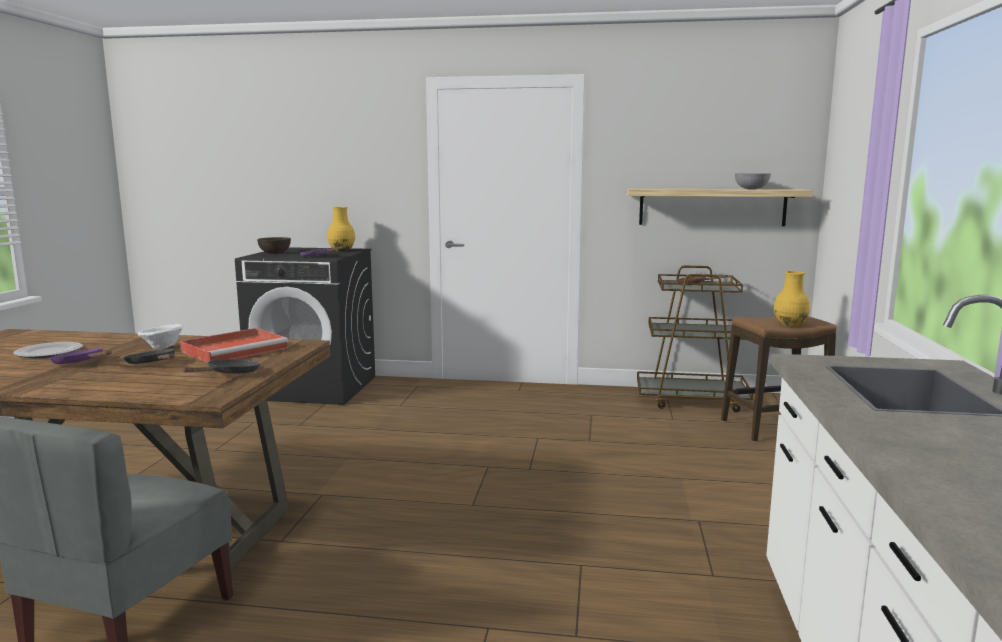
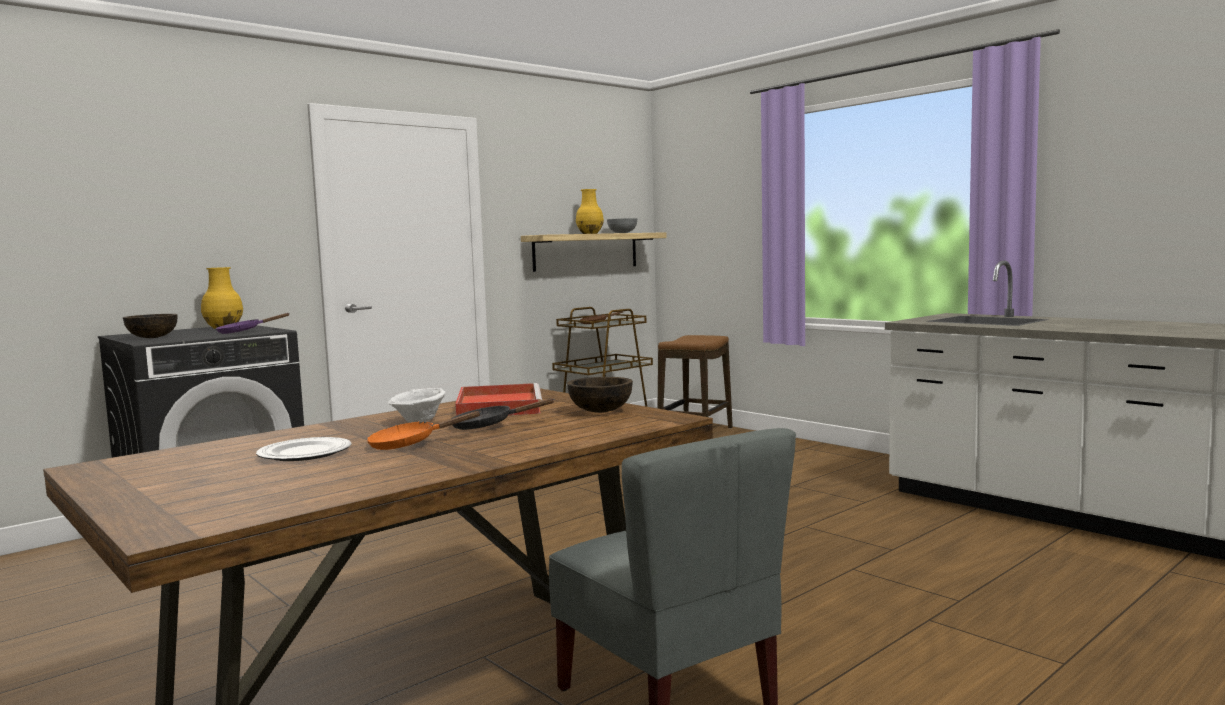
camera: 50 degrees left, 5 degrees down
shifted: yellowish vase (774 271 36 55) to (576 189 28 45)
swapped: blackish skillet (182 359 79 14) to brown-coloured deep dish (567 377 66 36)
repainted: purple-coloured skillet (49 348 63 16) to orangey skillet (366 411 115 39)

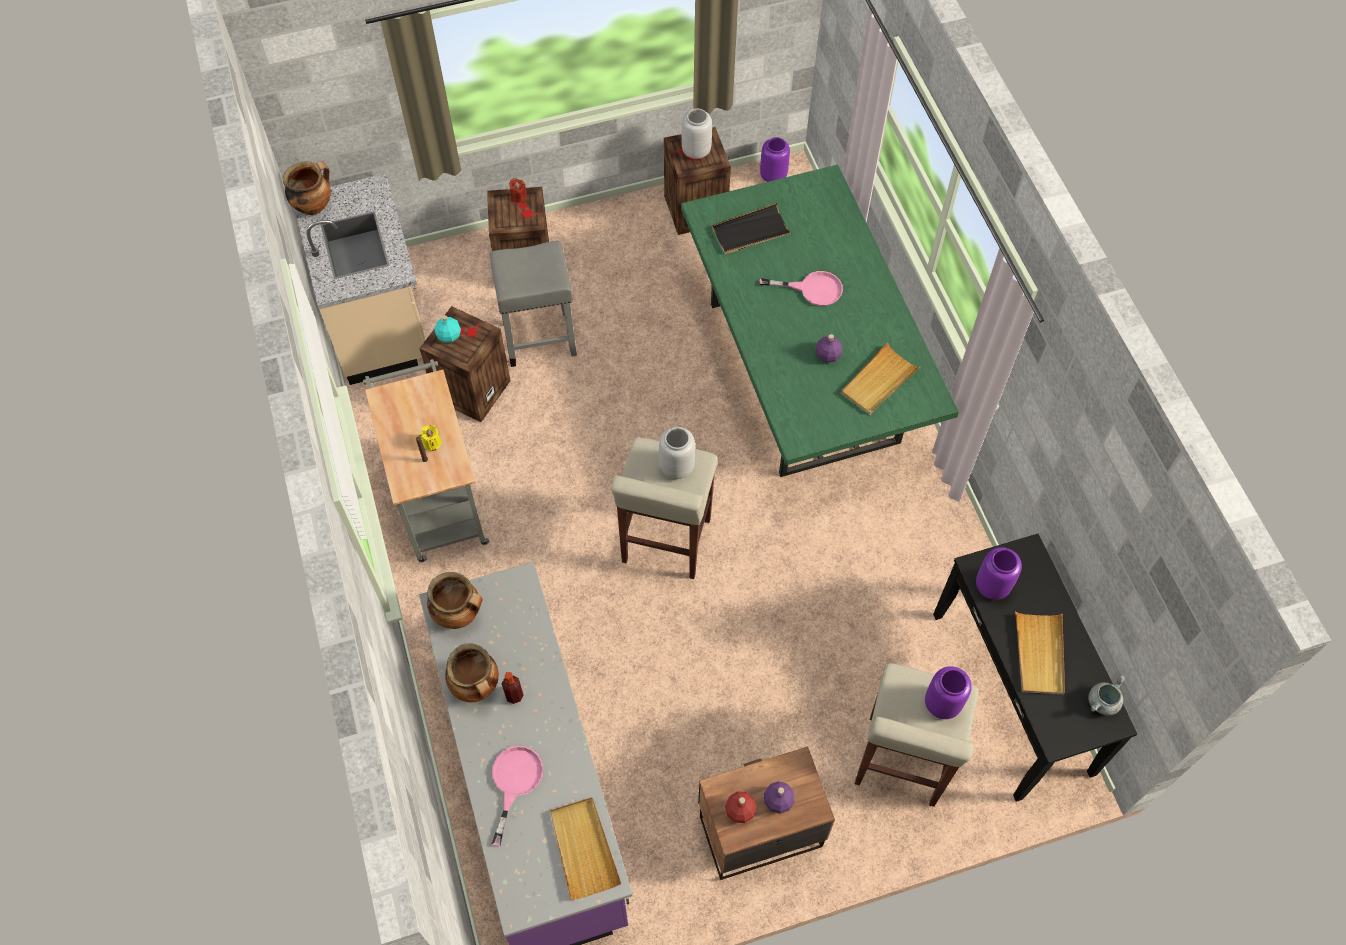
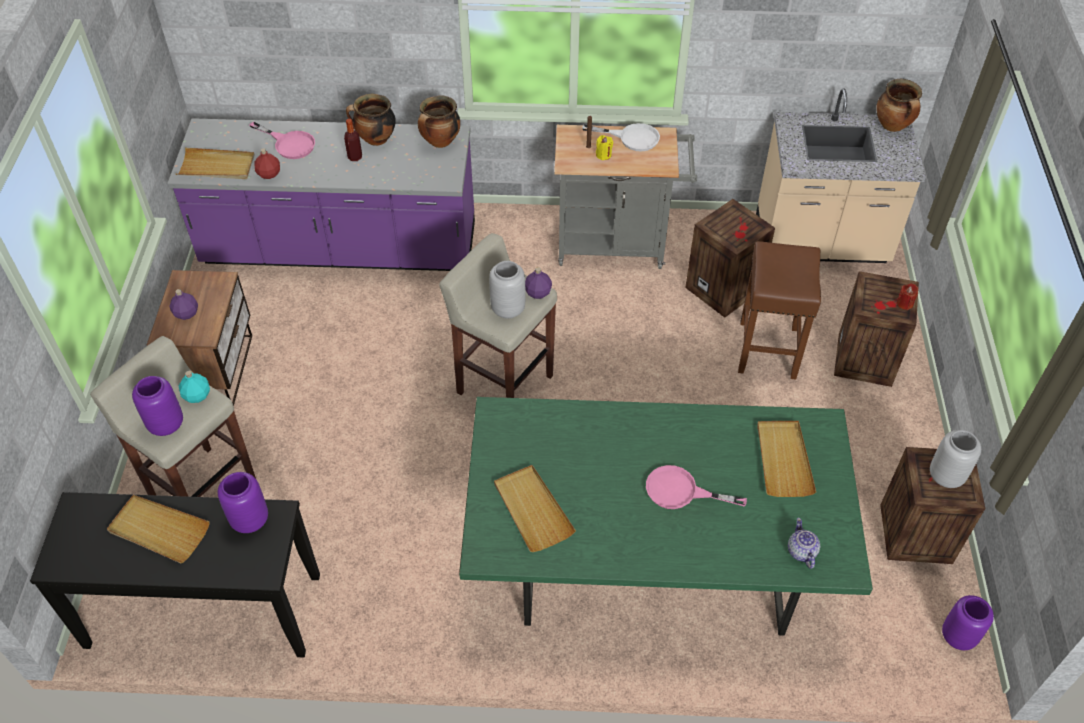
camera: 110 degrees right, 10 degrees down
gone: greyish stockpot (1088 675 37 40)
new: white-coloured skillet (582 123 78 29); pot for tea (788 518 32 51)
shifted: blue-green bottle (434 315 27 28) to (179 371 31 32); purple-coloured bottle (816 334 27 28) to (525 267 27 32); red bottle (725 791 32 32) to (254 148 26 31)
repainted: blackish carrying tray (712 203 80 51) to beige carrying tray (757 421 59 76); greyish stool seat (490 241 87 126) to brown-coloured stool seat (738 241 83 138)
rotated: pink-coloured skillet (760 271 83 35) = (646 465 101 44) 75 degrees clockwise

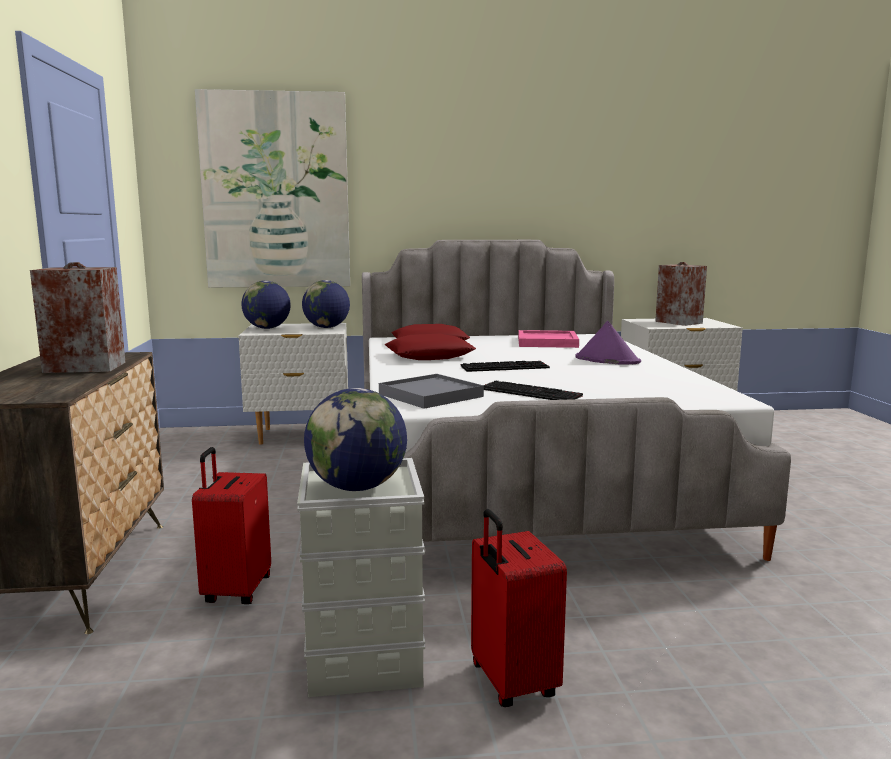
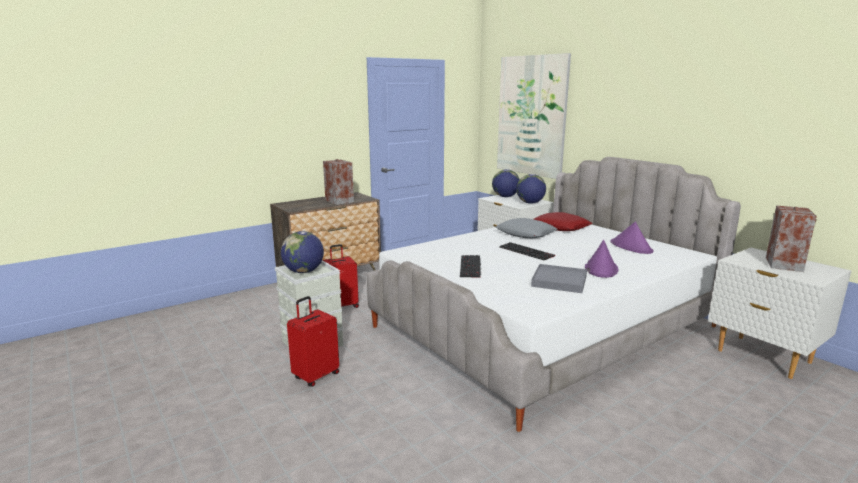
camera: 60 degrees right, 5 degrees up
shifted: greyish carrying tray (379 374 105 35) to (531 264 56 29)
swapped: pink-coloured carrying tray (518 330 61 18) to purple-coloured hat (610 222 43 32)
repainted: red pillow (385 334 91 26) to greyish pillow (496 218 61 20)

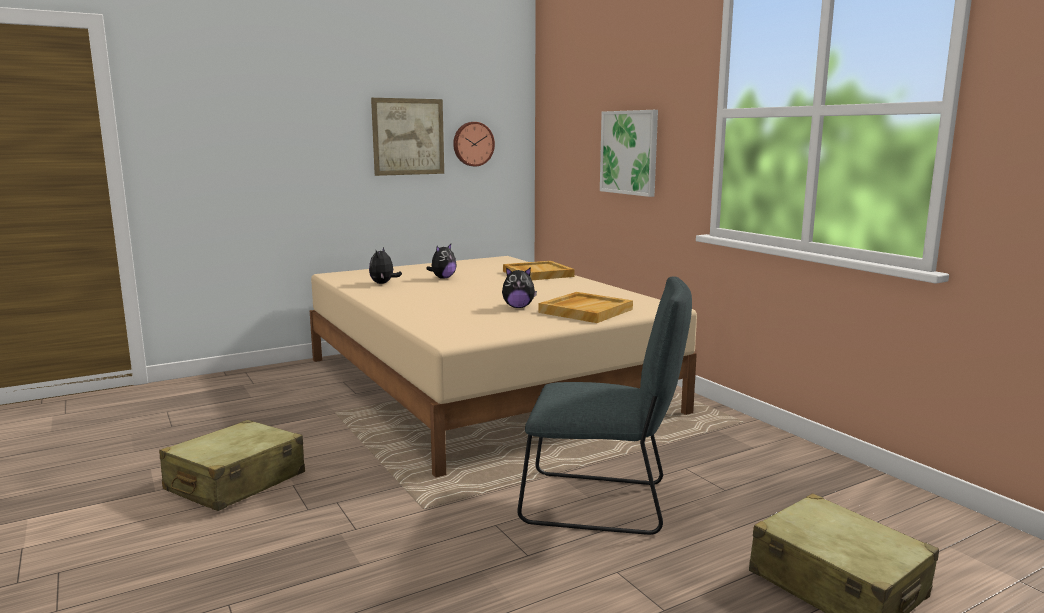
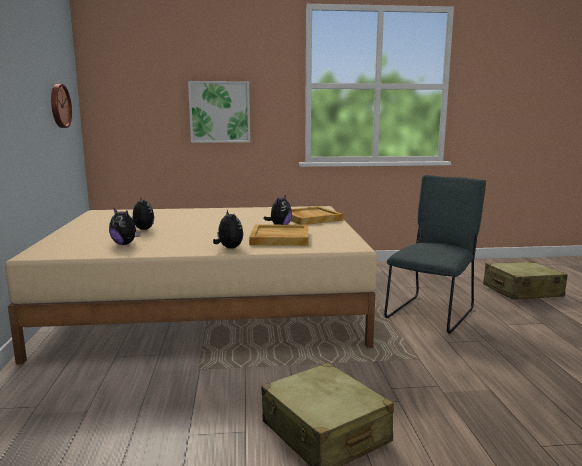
camera: 65 degrees left, 0 degrees up
gone: picture (371 98 73 78)
new: soft toy (213 210 30 38)
shifted: beige carrying tray (503 261 72 19) to (249 224 59 22)

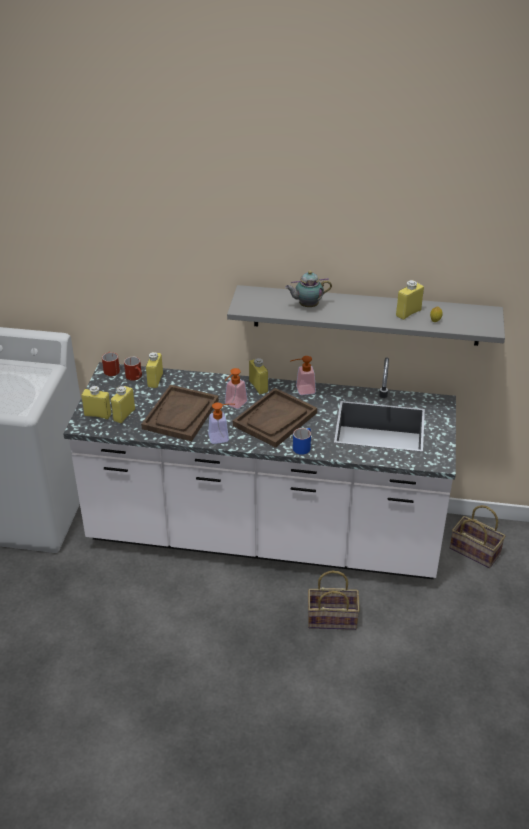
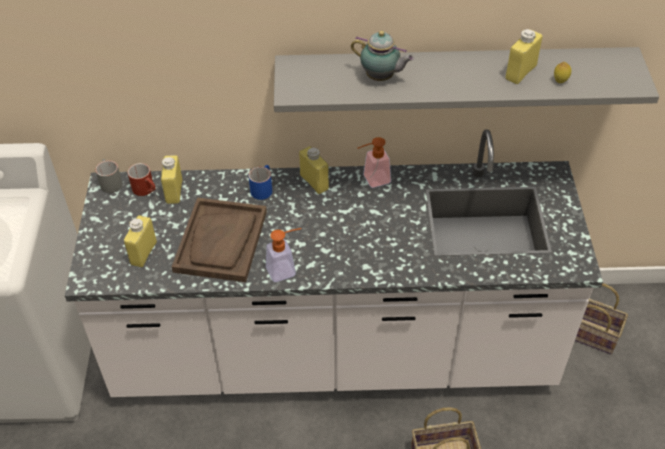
camera: 10 degrees left, 10 degrees up
gone: soap dispenser (225 368 22 41); yellowish bottle (81 386 30 33); brown-coloured carrying tray (233 388 84 60)
shifted: blue coffee mug (293 428 18 27) to (248 165 24 35)
repainted: red coffee mug (102 352 18 24) to greyish coffee mug (95 159 27 34)
rotated: pot for tea (285 271 47 36) = (351 31 63 50) 135 degrees counterclockwise

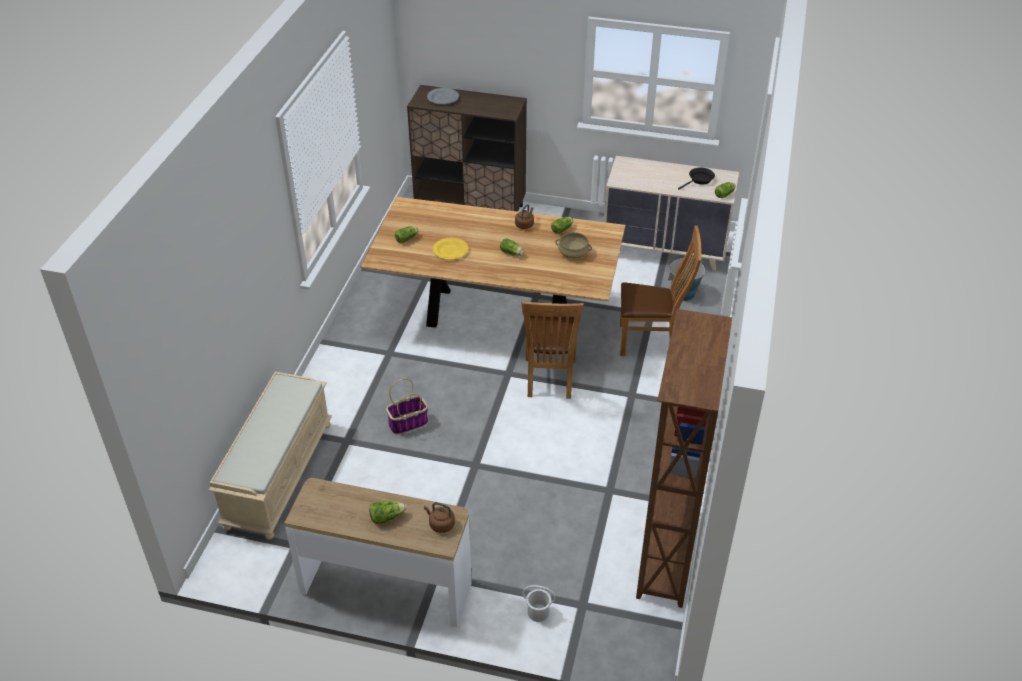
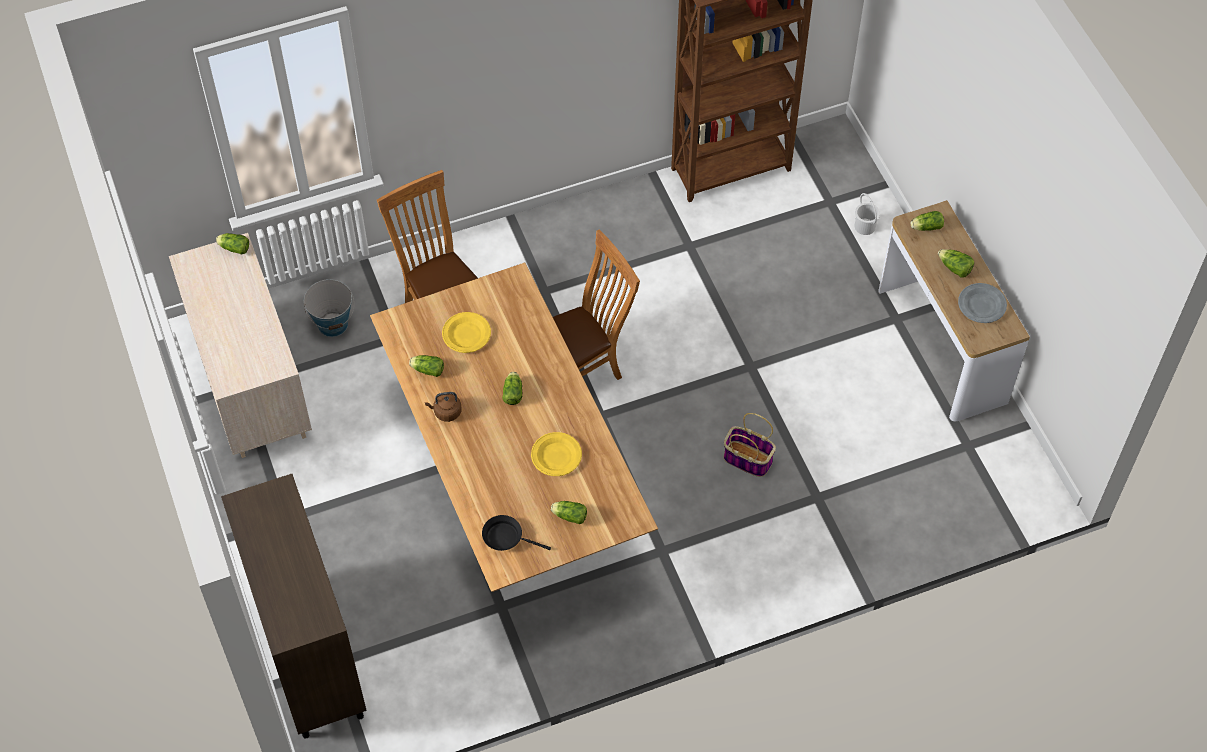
camera: 125 degrees left, 15 degrees up
gone: beige indoor bench (208 372 124 168)
shifted: greyish flat dish (427 88 32 16) to (958 283 49 40); blackish skillet (678 168 37 22) to (482 515 69 36)
swapped: beige stockpot (556 232 36 27) to yellowish flat dish (442 312 49 41); brown-coloured tea kettle (424 502 31 31) to lettuce (910 211 34 20)

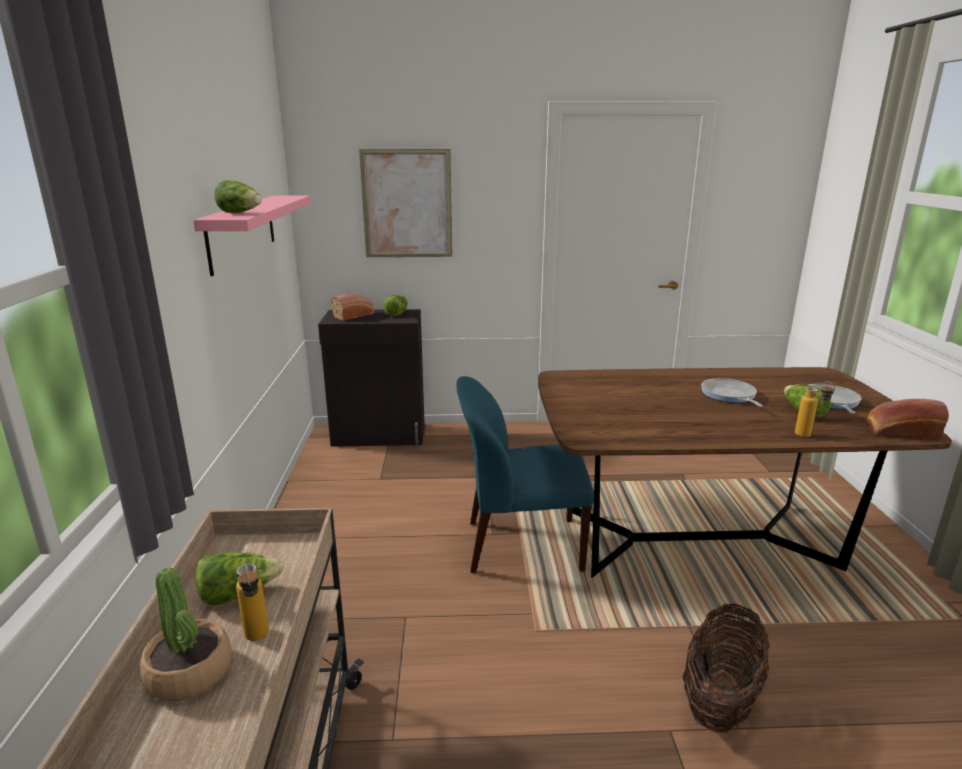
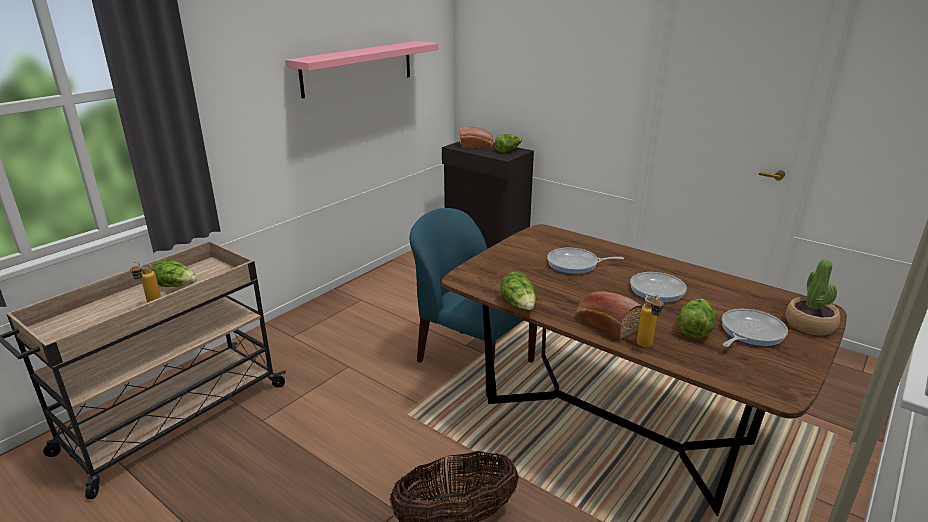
camera: 40 degrees right, 5 degrees up
gone: picture (359 149 93 108)
new: skillet (547 248 77 26)
shifted: lettuce (214 180 48 33) to (500 271 36 39); bread (866 399 83 41) to (576 291 66 49); potted plant (140 567 92 134) to (785 259 55 76)

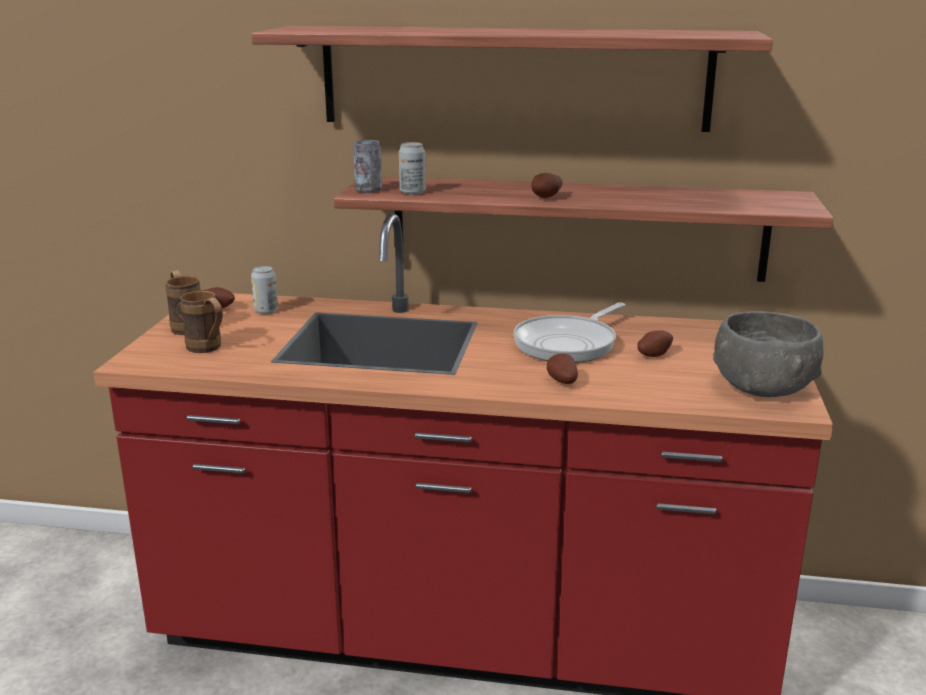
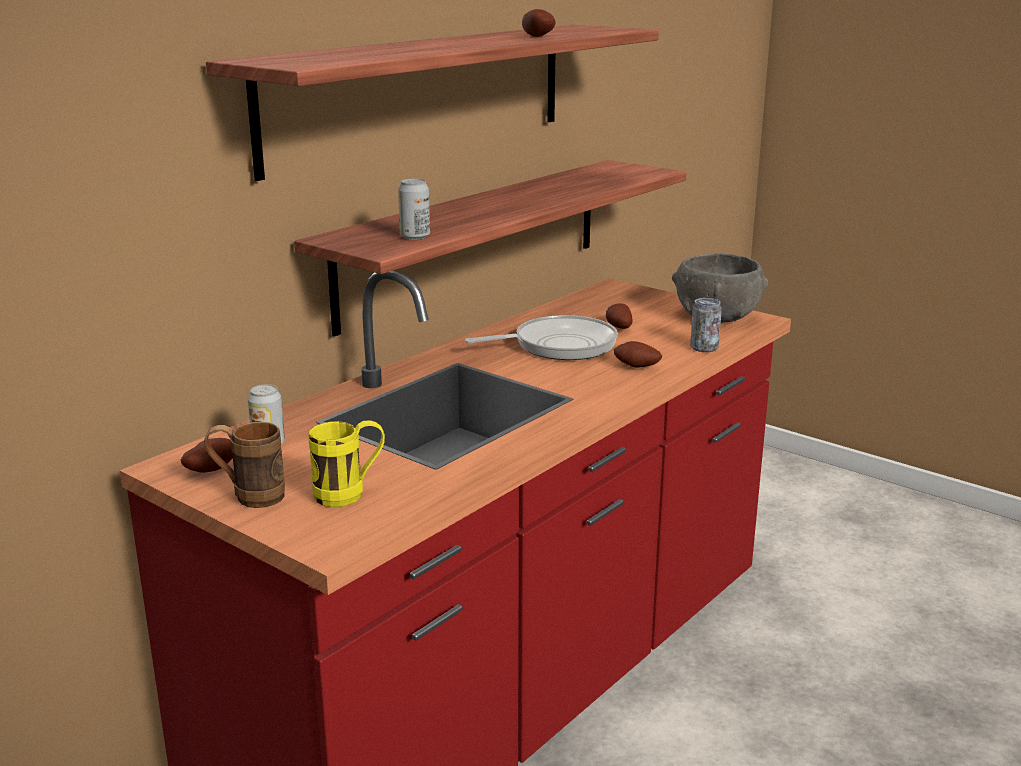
camera: 60 degrees left, 0 degrees up
shifted: metal can (353 140 29 53) to (690 298 32 54); potato (531 173 31 25) to (522 9 34 28)
repainted: brown-coloured coffee mug (180 291 43 62) to yellowish coffee mug (309 420 76 87)
rotated: skillet (513 302 112 61) = (465 315 153 45) 90 degrees counterclockwise

